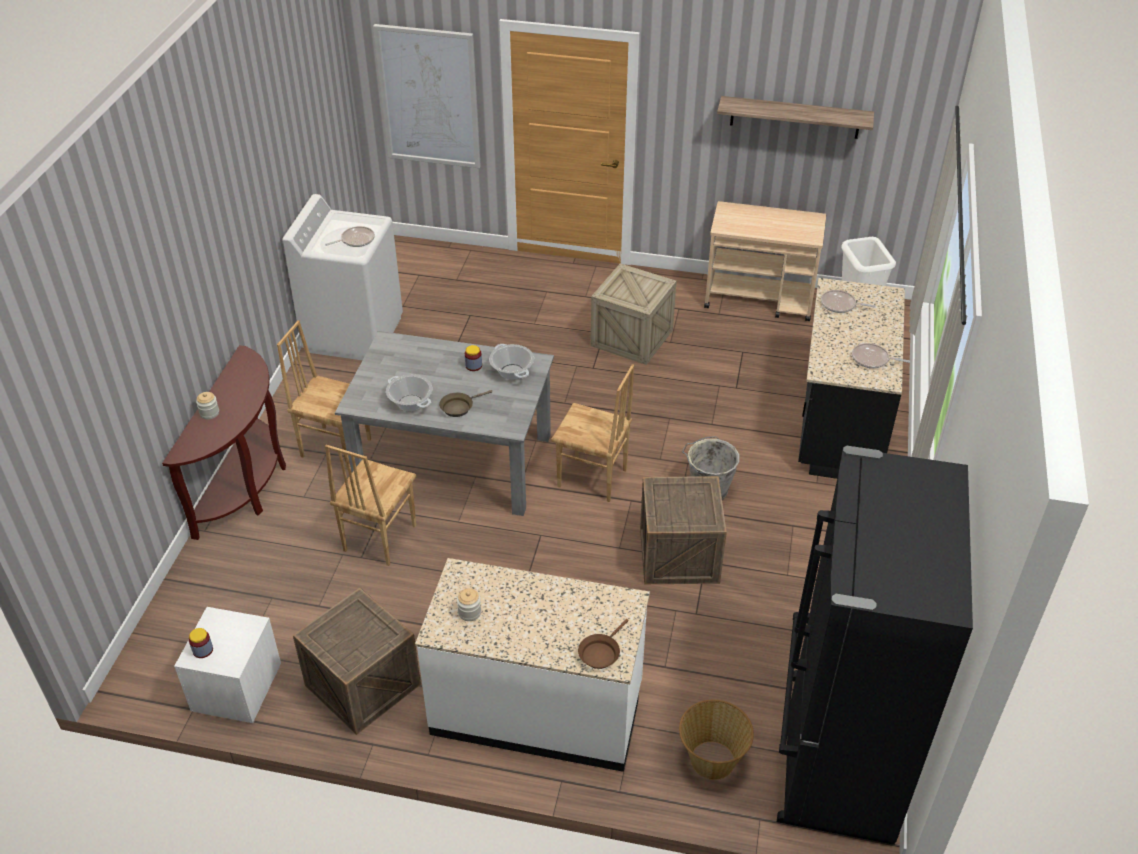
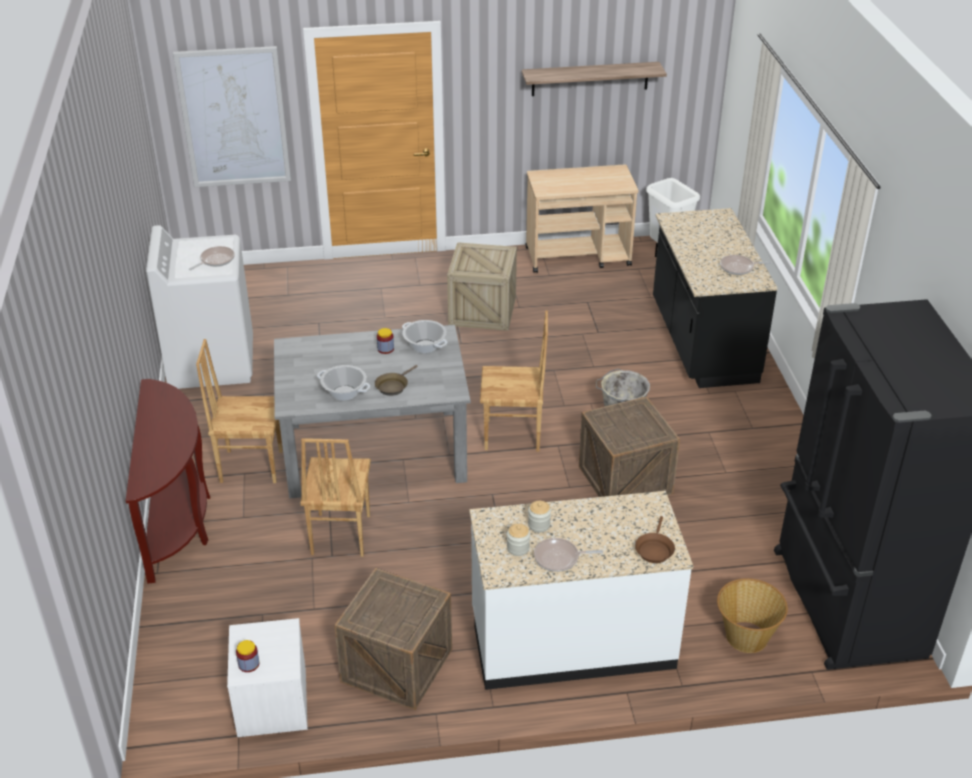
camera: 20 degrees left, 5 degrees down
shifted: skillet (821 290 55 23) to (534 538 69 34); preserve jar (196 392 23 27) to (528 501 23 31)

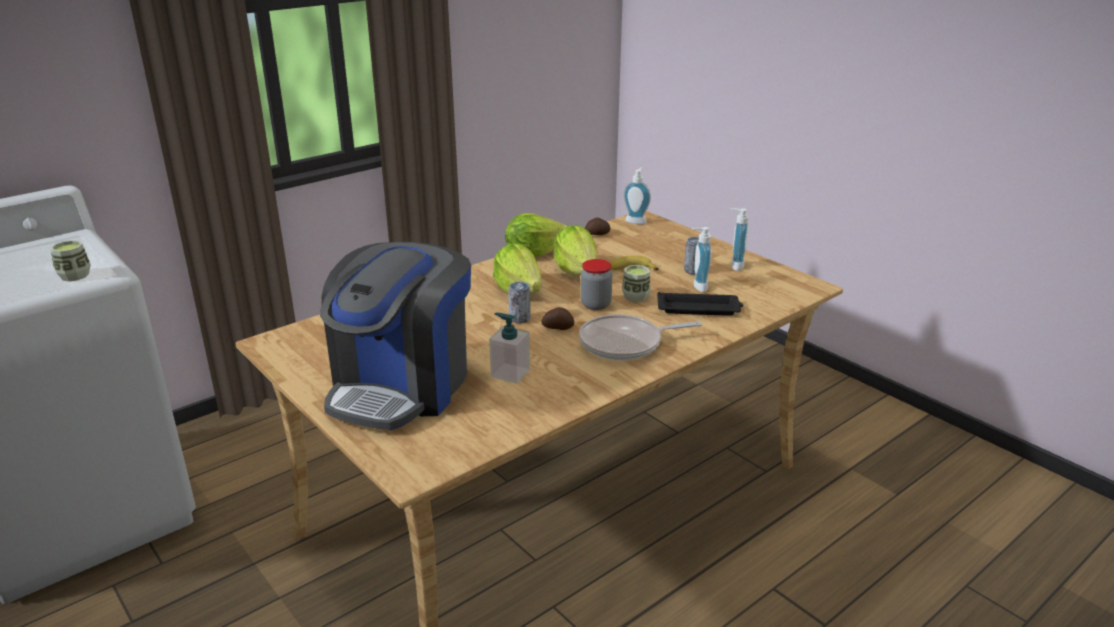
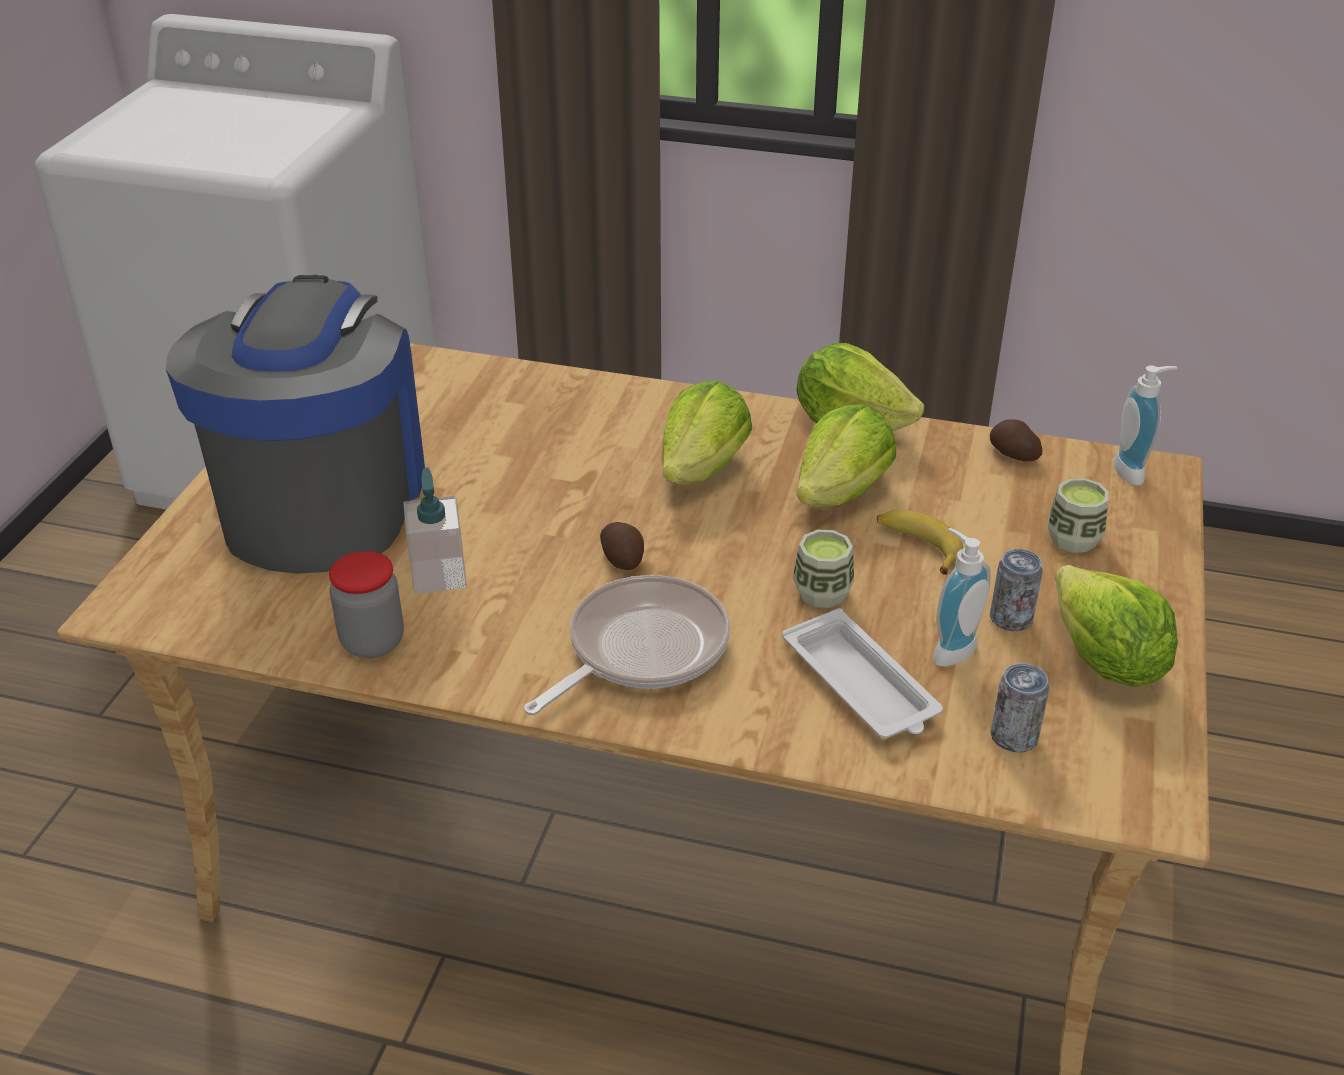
camera: 55 degrees right, 10 degrees up
shifted: drinking cup (50 240 41 42) to (1048 478 61 75); preserve jar (581 259 31 51) to (329 551 75 107); metal can (508 282 23 42) to (991 663 58 89)
swapped: soap dispenser (730 208 18 63) to lettuce (1055 565 123 122)
repainted: blackish carrying tray (657 292 86 24) to white-coloured carrying tray (783 608 160 130)
rotated: coffee brewer (320 242 151 188) = (166 275 259 299) 105 degrees clockwise; skillet (579 314 123 47) = (524 575 206 141) 90 degrees clockwise

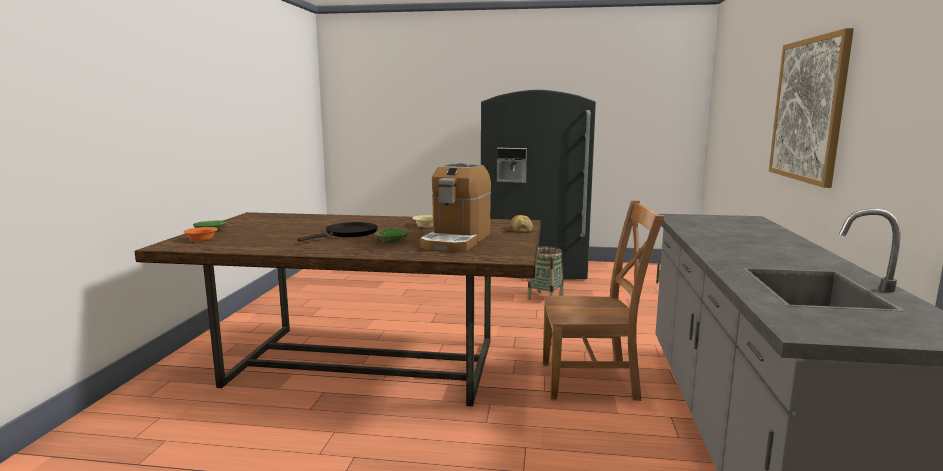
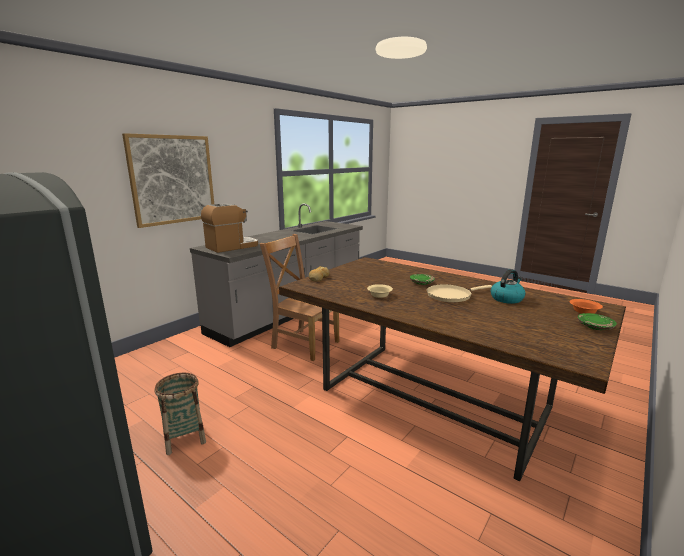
camera: 150 degrees left, 5 degrees up
new: tea kettle (491 269 35 35)
shifted: coffee brewer (420 163 71 89) to (201 203 57 50)
repainted: blackish skillet (297 222 81 20) to beige skillet (427 284 65 18)

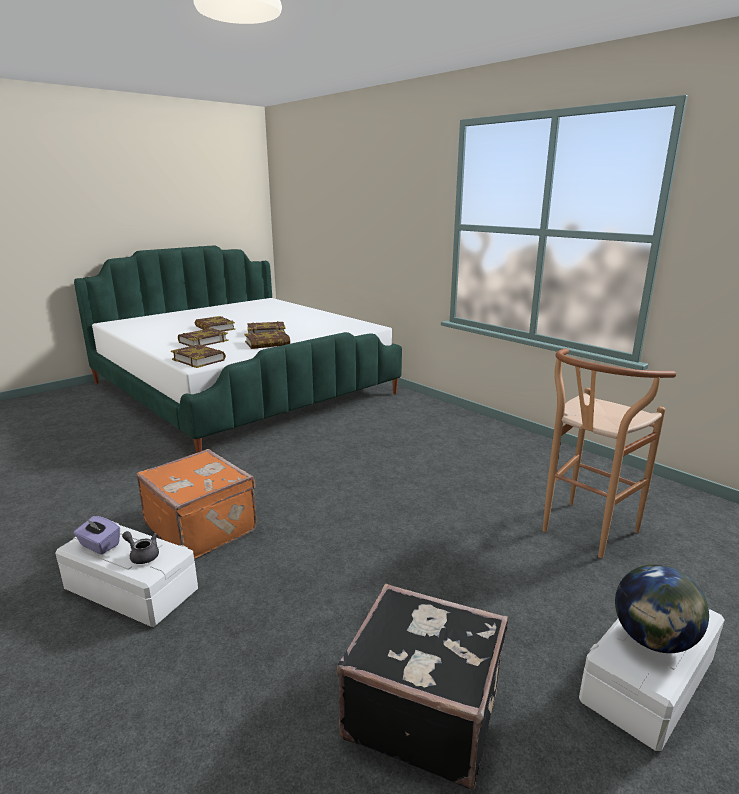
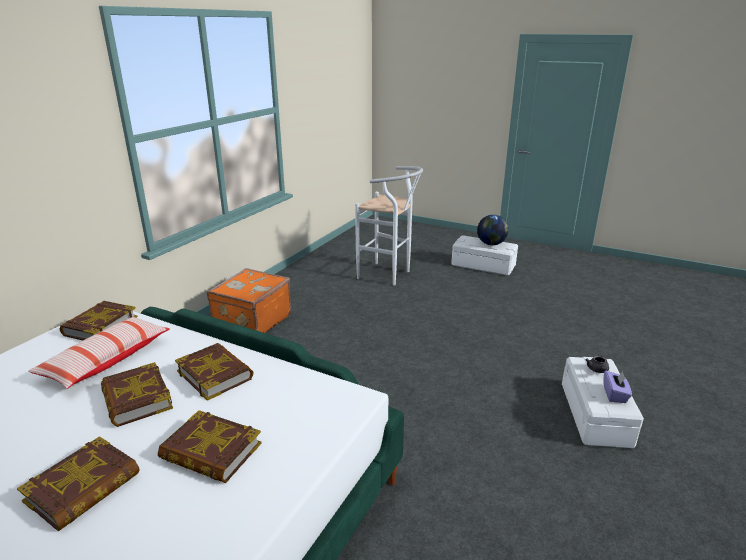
camera: 110 degrees left, 5 degrees up
gone: blackish travel case (337 583 171 206)
new: pillow (28 317 141 72)
shifted: book (171 344 55 24) to (60 301 78 39); orangey travel case (136 449 121 111) to (207 268 85 65)
repainted: brown-coloured stool seat (543 348 133 210) to white-coloured stool seat (355 166 68 119)

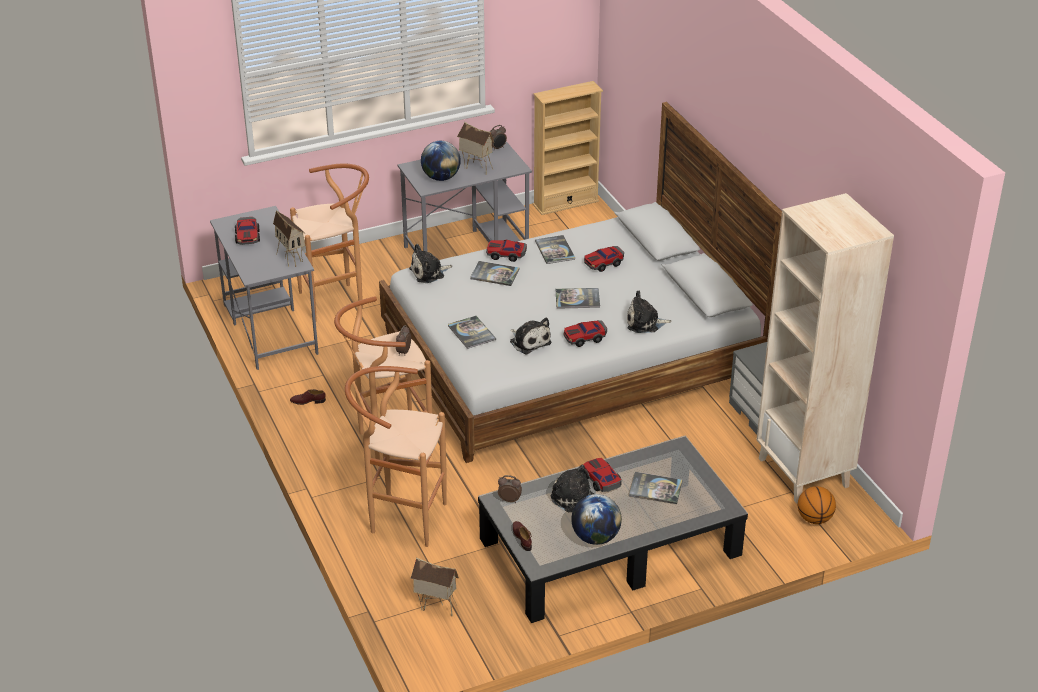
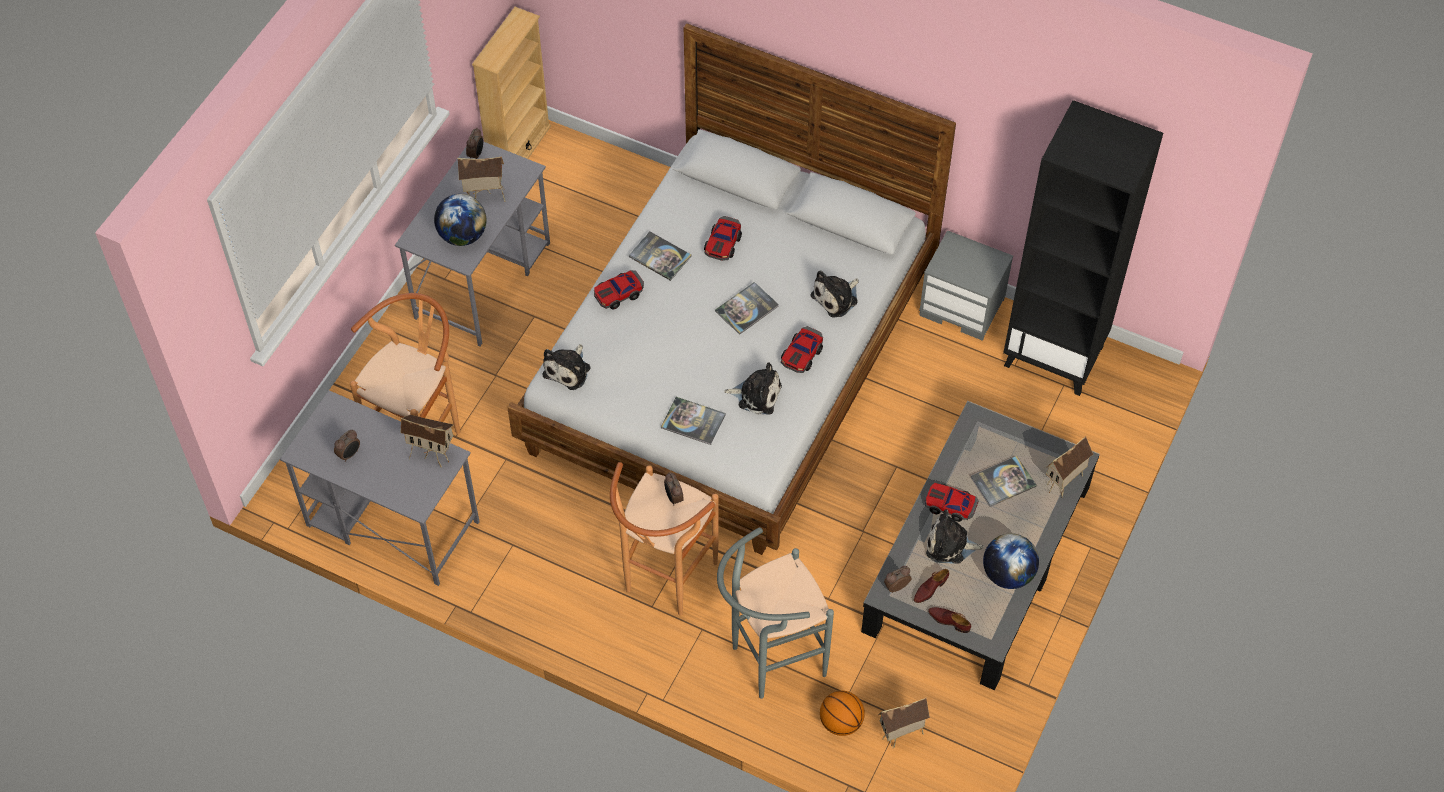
camera: 40 degrees left, 20 degrees up
gone: book (470 261 49 25)
new: toy house (1046 436 47 62)
shifted: brown-coloured item of footwear (290 389 36 16) to (914 569 35 34); basketball ball (798 486 38 38) to (820 691 45 45)
swapped: toy car (235 217 25 28) to alarm clock (334 430 26 32)
repainted: beige bookcase (756 193 138 311) to blackish bookcase (1003 100 160 296); brown-coloured stool seat (345 366 102 181) to greyish stool seat (717 527 117 172)

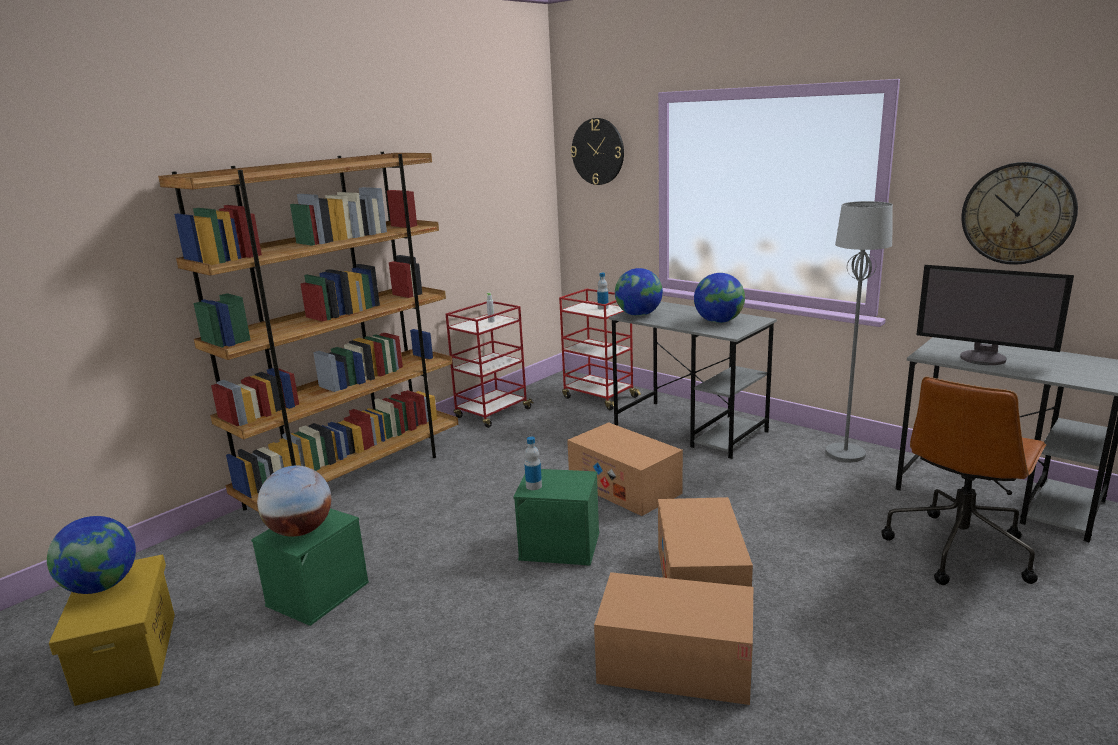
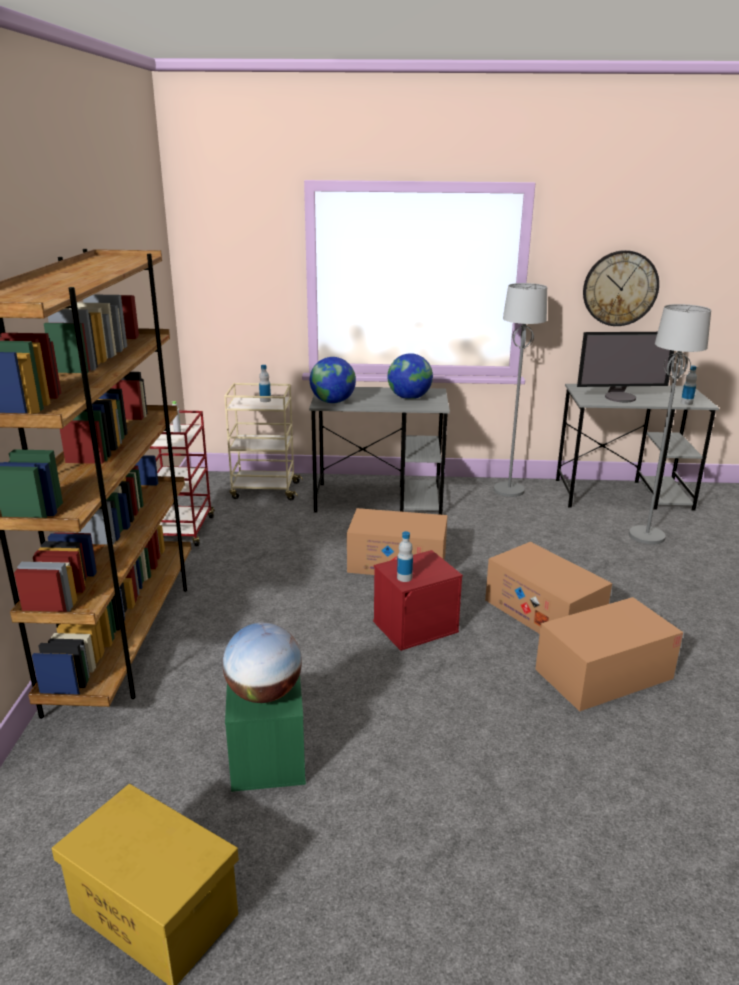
camera: 40 degrees left, 5 degrees up
gone: hanging clock (571 118 53 67); desk globe (47 516 89 78)
new: bottle (681 365 16 40)
swapped: brown-coloured desk chair (882 377 165 208) to greyish standard lamp (629 304 82 240)
repainted: red trolley (559 289 82 122) to beige trolley (224 383 79 117); green storage bin (513 469 86 97) to red storage bin (373 550 90 101)

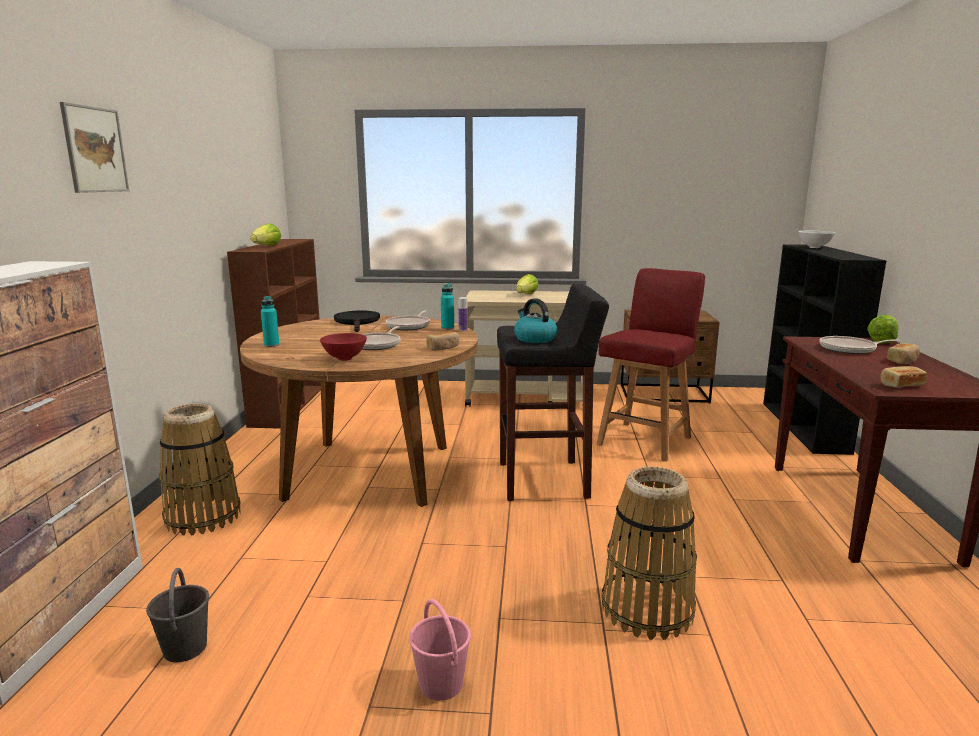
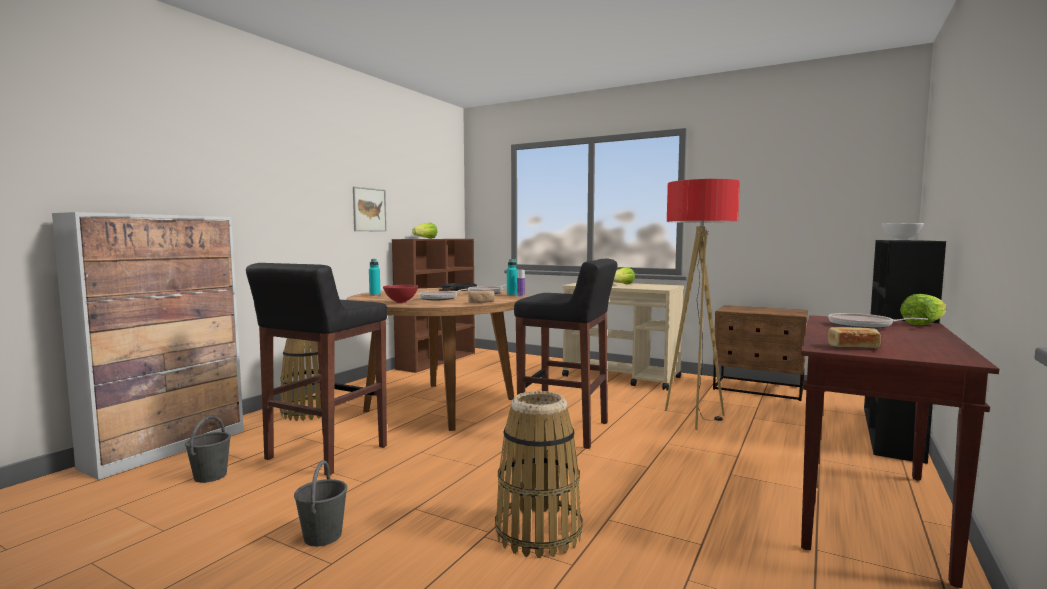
camera: 25 degrees right, 10 degrees down
gone: tea kettle (514 298 43 45); bread (887 343 33 21)
new: blackish stool seat (246 263 141 212)
shifted: picture (60 102 69 91) to (353 187 34 45)
swapped: red upright chair (596 268 109 194) to standard lamp (665 179 75 251)
repainted: pink-coloured water bucket (409 599 62 102) to greyish water bucket (294 460 53 86)

